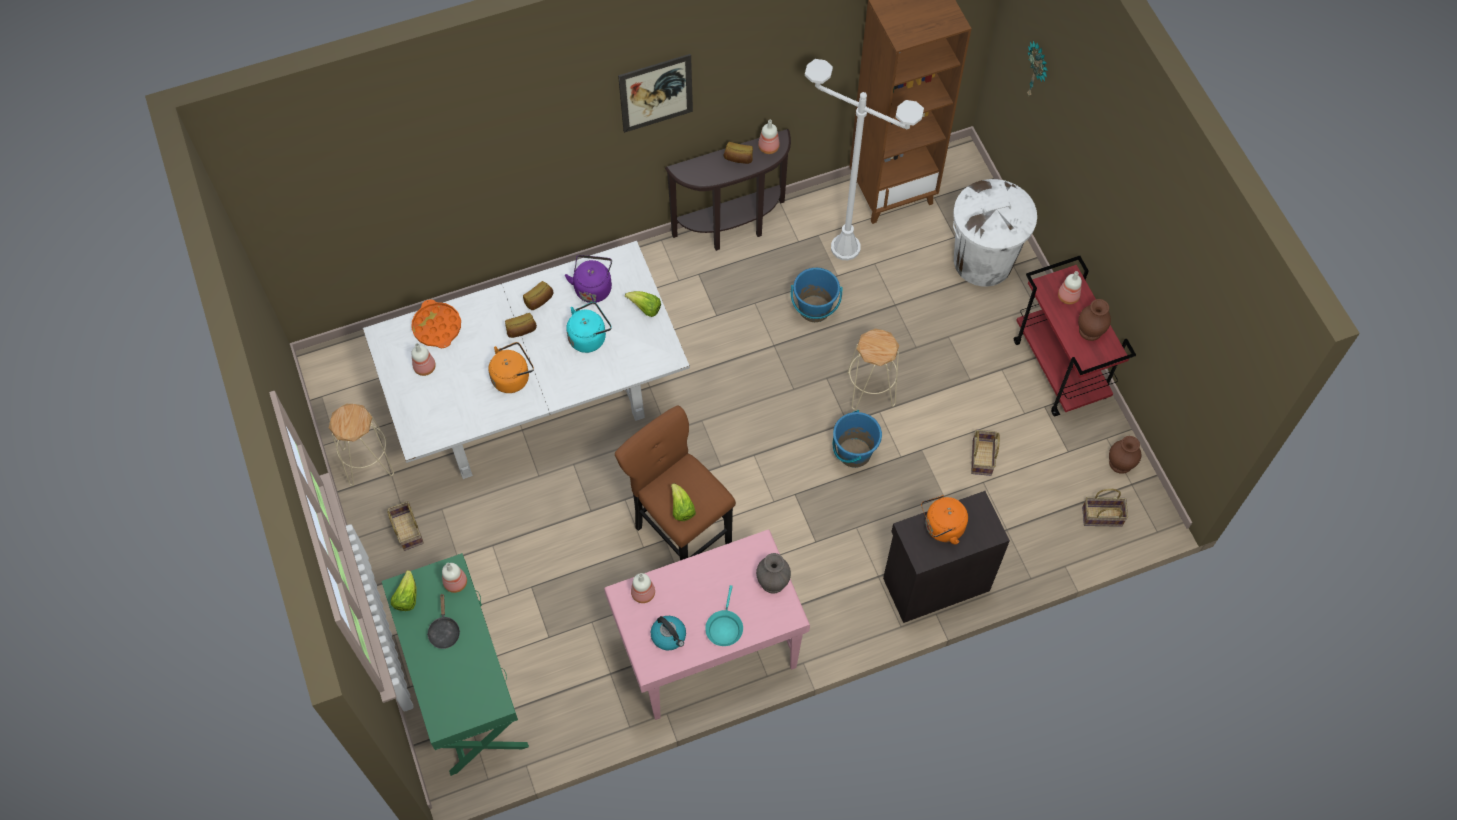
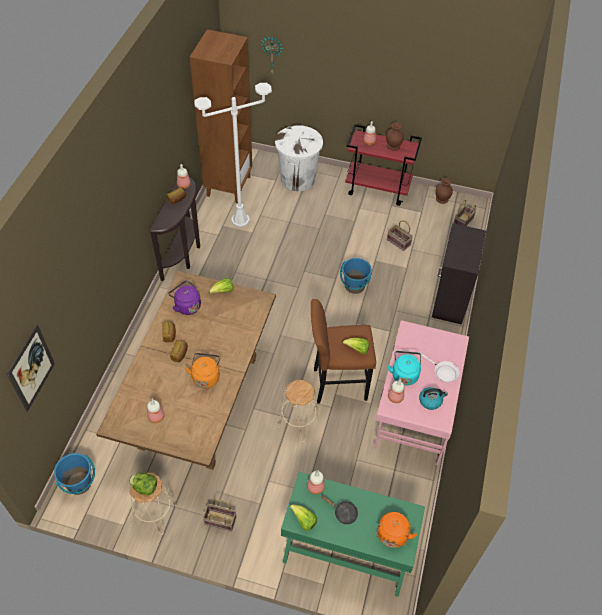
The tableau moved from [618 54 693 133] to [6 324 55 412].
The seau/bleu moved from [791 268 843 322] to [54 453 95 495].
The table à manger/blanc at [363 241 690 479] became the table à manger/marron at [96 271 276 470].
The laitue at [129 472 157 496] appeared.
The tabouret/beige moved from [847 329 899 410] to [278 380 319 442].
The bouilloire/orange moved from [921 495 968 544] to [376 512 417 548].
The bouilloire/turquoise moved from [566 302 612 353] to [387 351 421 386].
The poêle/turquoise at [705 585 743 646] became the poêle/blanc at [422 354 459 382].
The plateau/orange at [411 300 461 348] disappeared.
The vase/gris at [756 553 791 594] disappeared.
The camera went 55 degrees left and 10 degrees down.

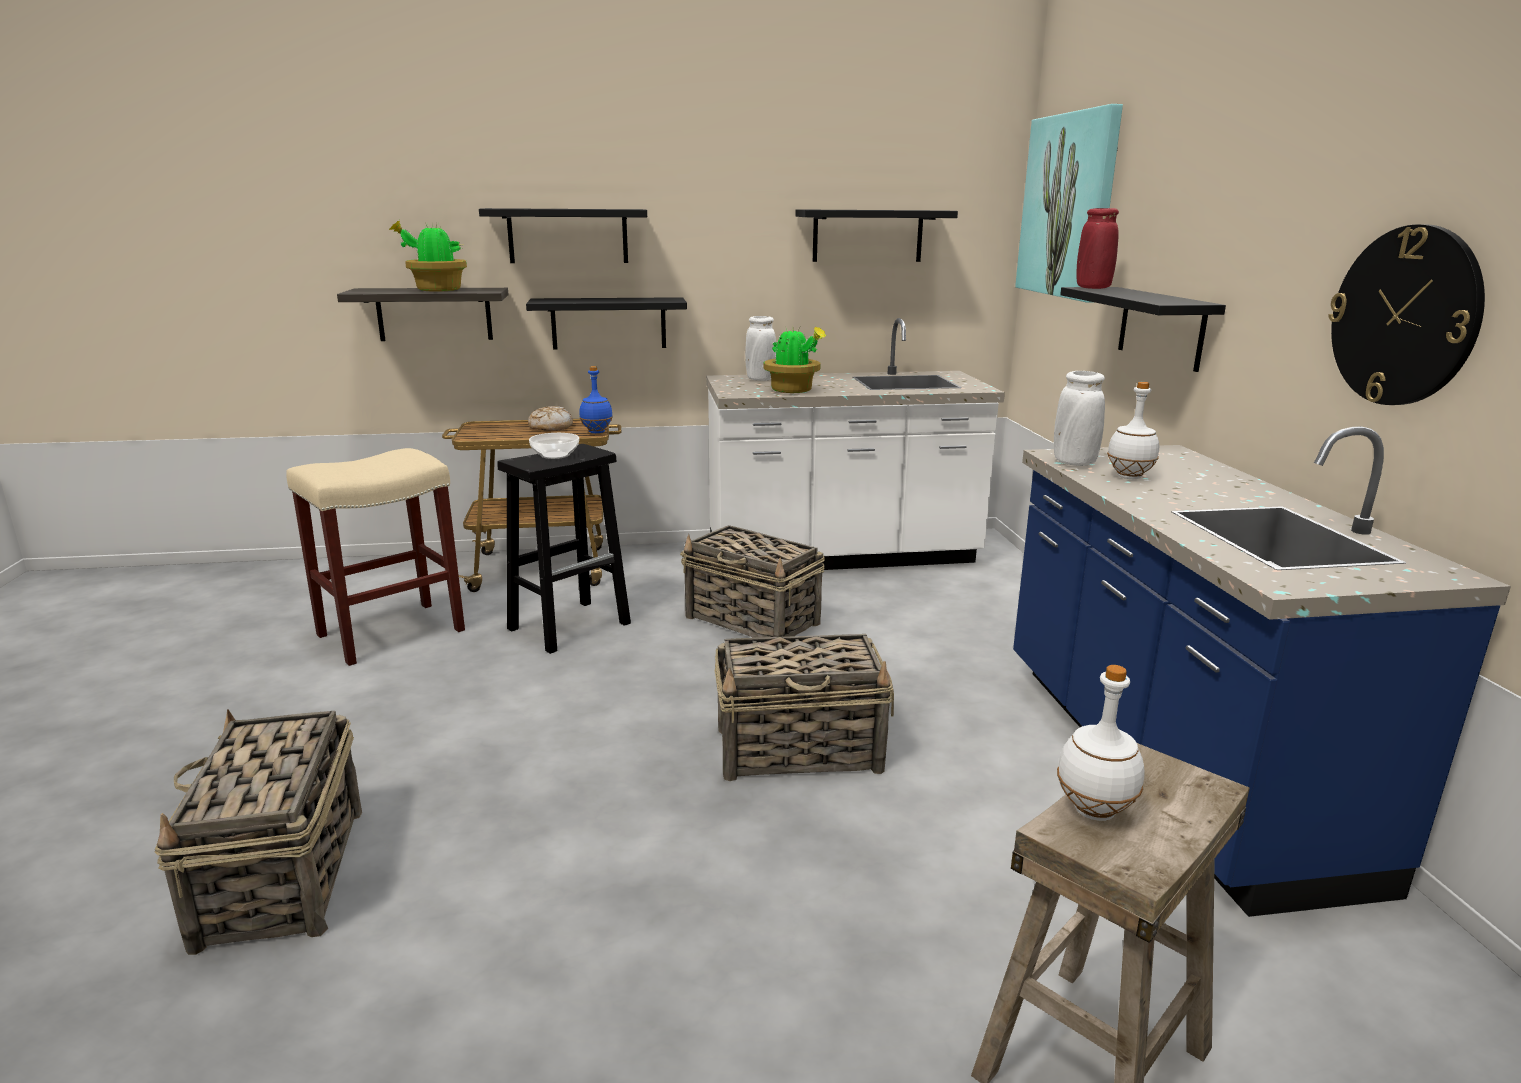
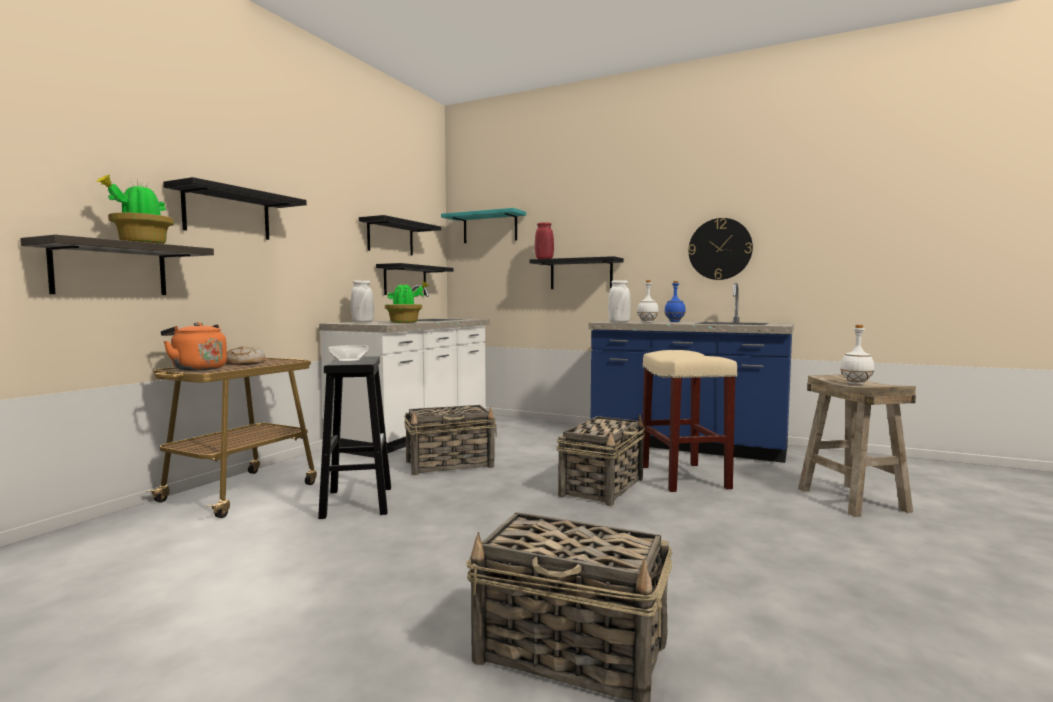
The bouilloire/orange at [161 322 227 371] appeared.
The étagère/noir moved from [526 297 687 350] to [376 263 454 295].
The tableau at [1015 104 1123 303] was replaced by the étagère/turquoise at [441 208 526 243].
The tabouret/beige moved from [286 448 465 666] to [643 350 737 492].
The bouteille/bleu moved from [579 366 613 433] to [665 281 686 322].
The camera went 55 degrees left and 15 degrees down.

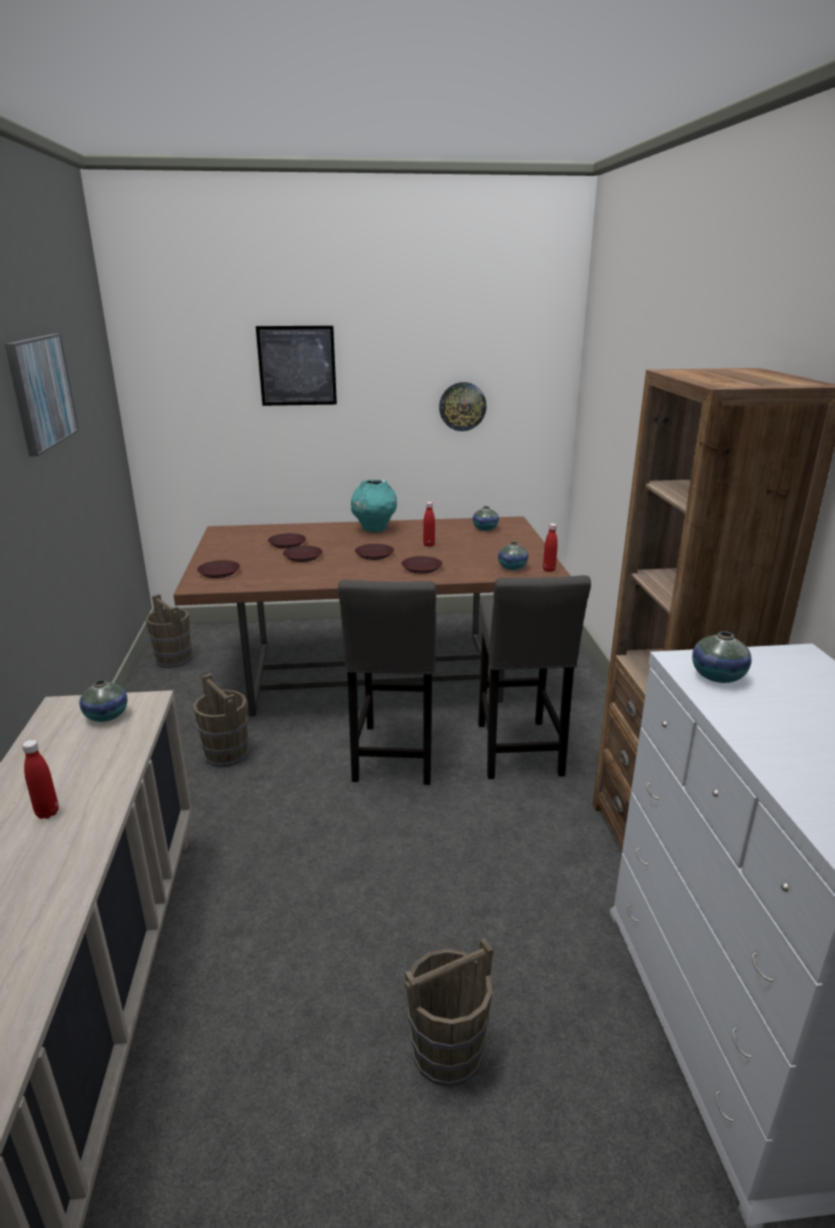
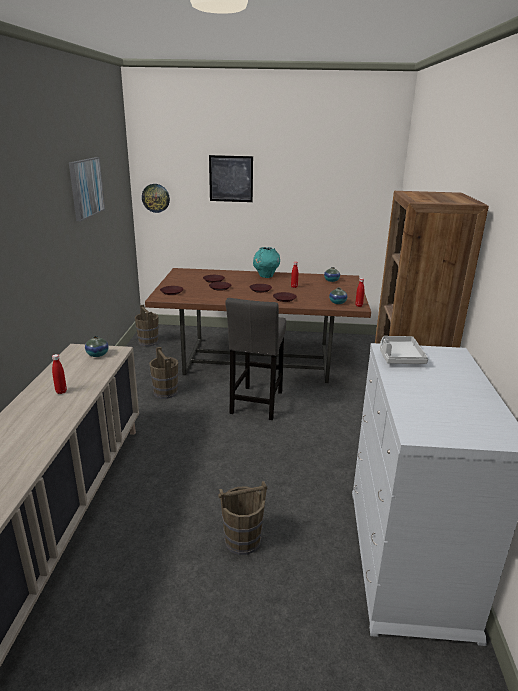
The horloge murale moved from [439 382 487 431] to [142 184 170 213].
The vase at [692 631 752 683] was replaced by the plateau/gris at [380 336 428 364].
The tabouret/gris at [478 575 591 779] disappeared.
The camera went 10 degrees right and 0 degrees up.

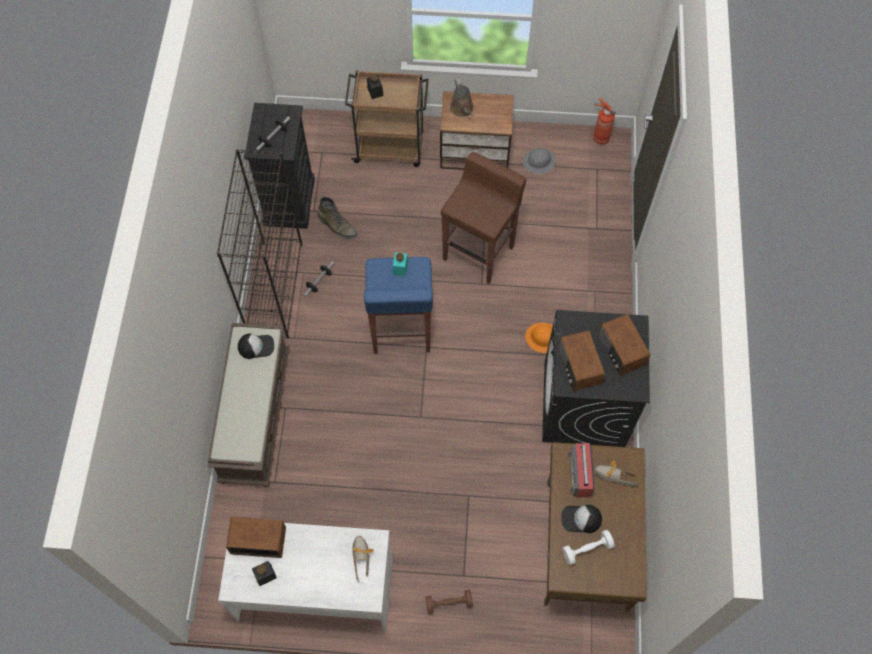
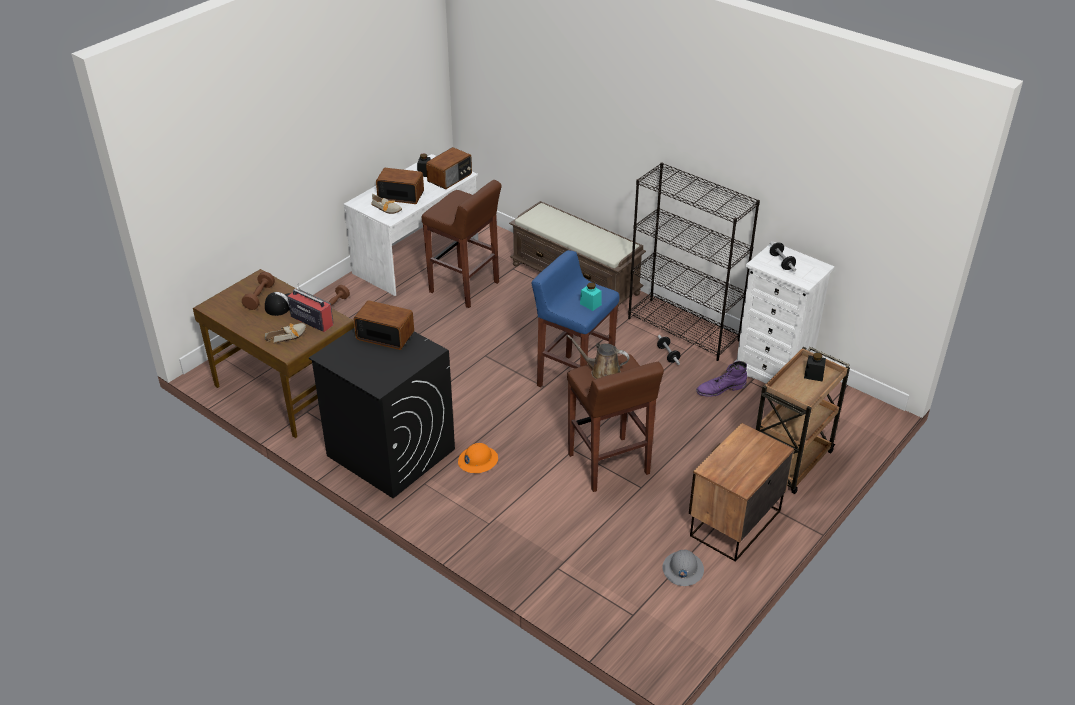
The haltère/blanc at [562 530 615 565] became the haltère/marron at [242 272 275 310].
The radio moved from [598 314 650 376] to [376 168 424 204].
The tabouret/marron at [422 180 502 308] appeared.
The arrosoir/marron moved from [450 79 474 117] to [567 335 630 379].
The botte/vert at [318 197 357 239] became the botte/violet at [696 361 747 397].
The commode/noir at [244 103 315 229] became the commode/blanc at [734 242 835 383].
The casquette at [238 334 274 359] disappeared.
The extincteur at [593 98 616 145] disappeared.
The camera went 125 degrees right and 25 degrees down.

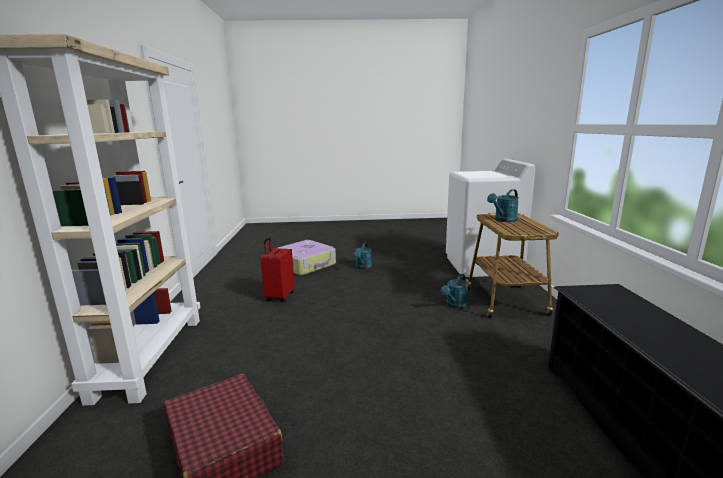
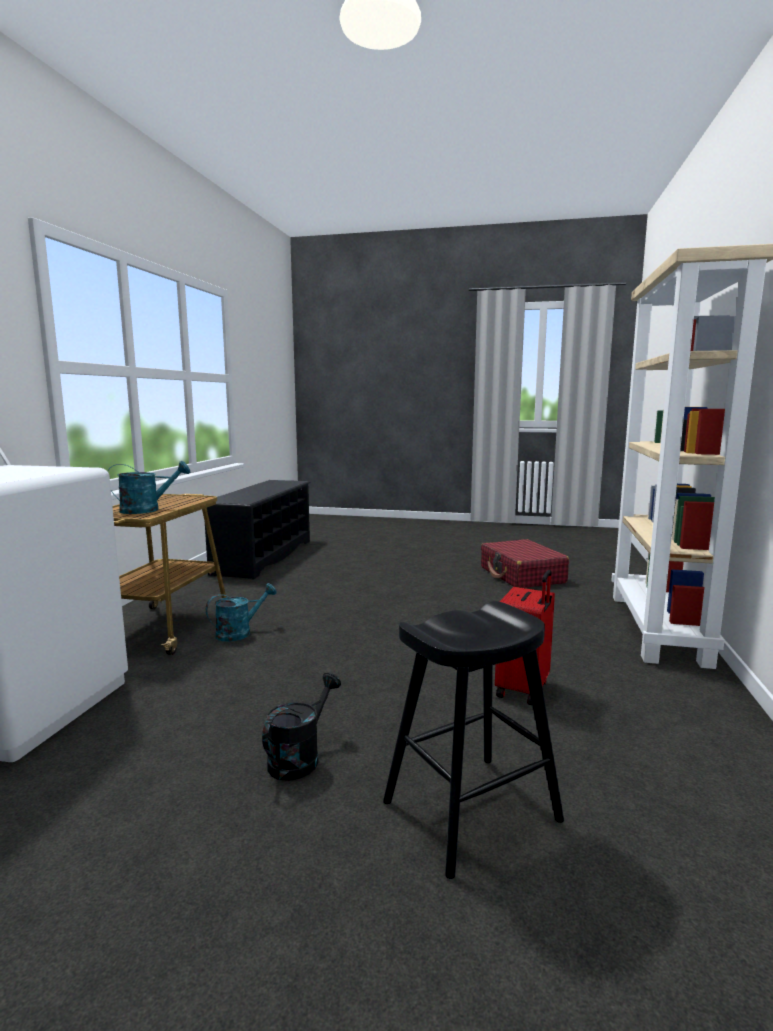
The arrosoir/turquoise at [354 243 372 269] became the arrosoir/noir at [262 673 341 781].
The valise at [278 240 336 275] was replaced by the tabouret/noir at [383 601 564 879].
The camera went 165 degrees left and 5 degrees down.

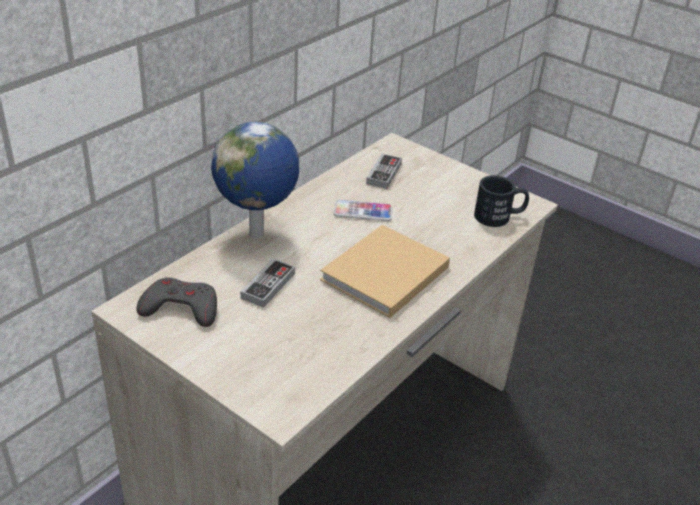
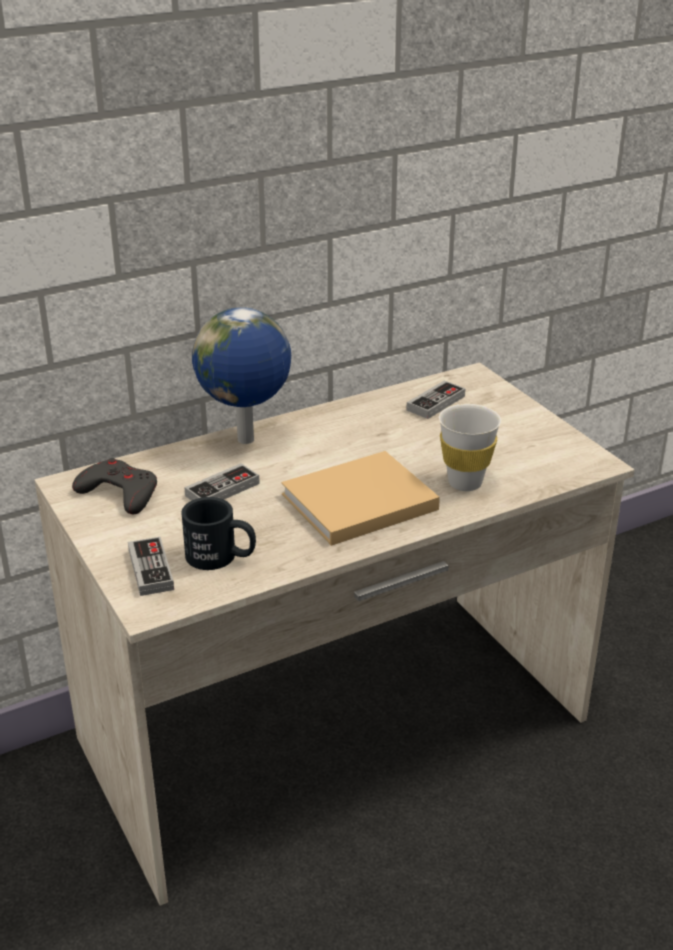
The manette at [128 537 174 596] appeared.
The mug/noir moved from [474 175 529 227] to [181 497 256 570].
The tasse/blanc at [439 404 501 491] appeared.
The téléphone at [334 199 393 221] disappeared.
The camera went 25 degrees right and 5 degrees down.

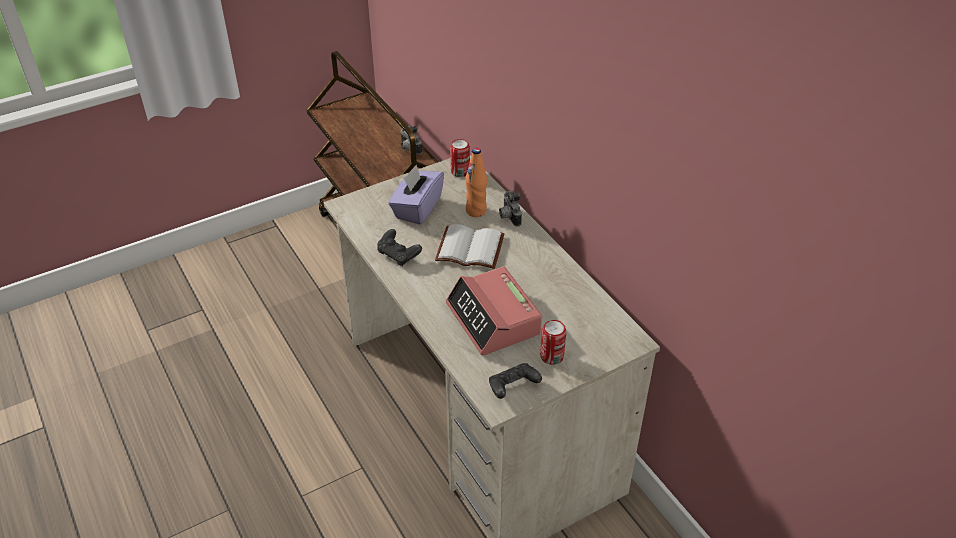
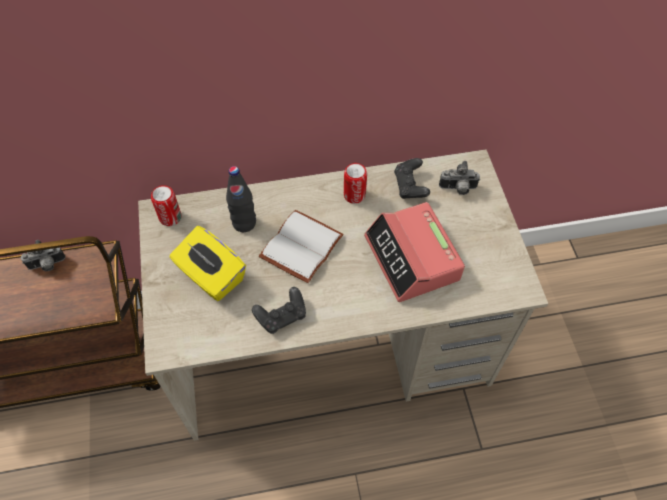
The boîte à mouchoirs/violet at [389 165 444 225] became the boîte à mouchoirs/jaune at [170 226 246 301].
The bouteille/orange at [465 148 487 217] became the bouteille/noir at [226 166 256 232].
The boîte métallique moved from [540 320 566 365] to [344 163 367 204].
The réveil at [446 266 542 356] turned 75 degrees clockwise.
The manette/noir moved from [489 363 542 399] to [394 158 430 199].
The appareil photo moved from [499 191 522 227] to [439 161 480 195].
The camera went 70 degrees left and 15 degrees up.

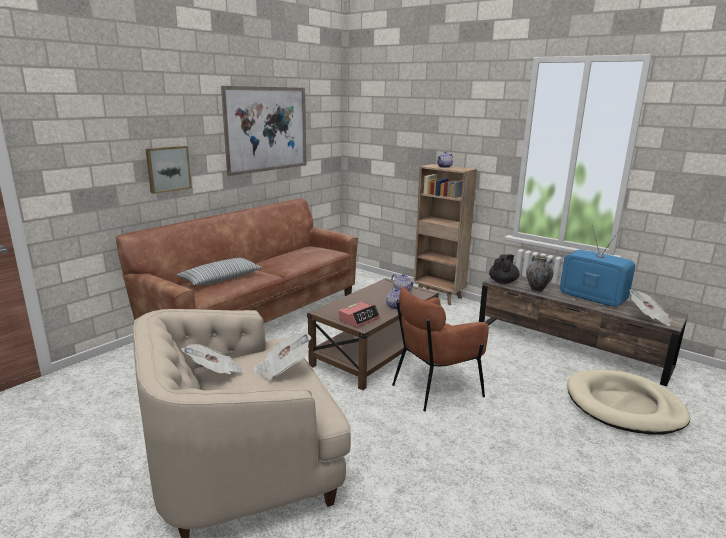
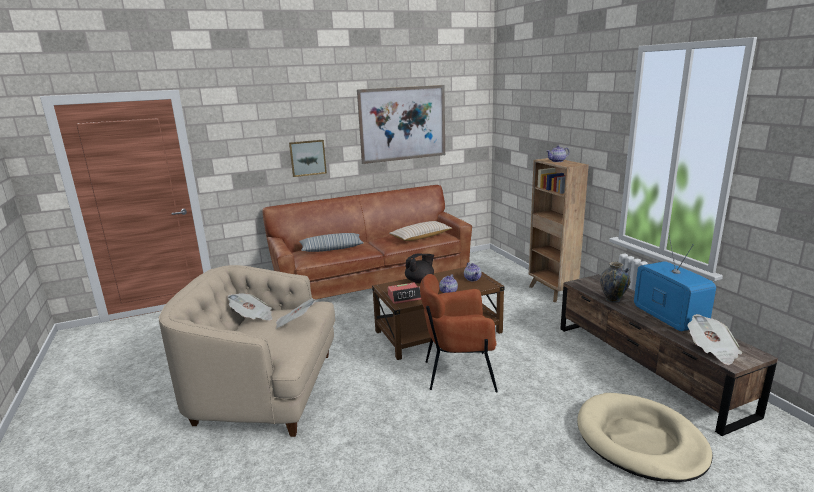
The coussin/beige at [389 221 452 241] appeared.
The théière/noir moved from [489 254 520 284] to [405 253 434 283].
The camera went 30 degrees right and 0 degrees up.

